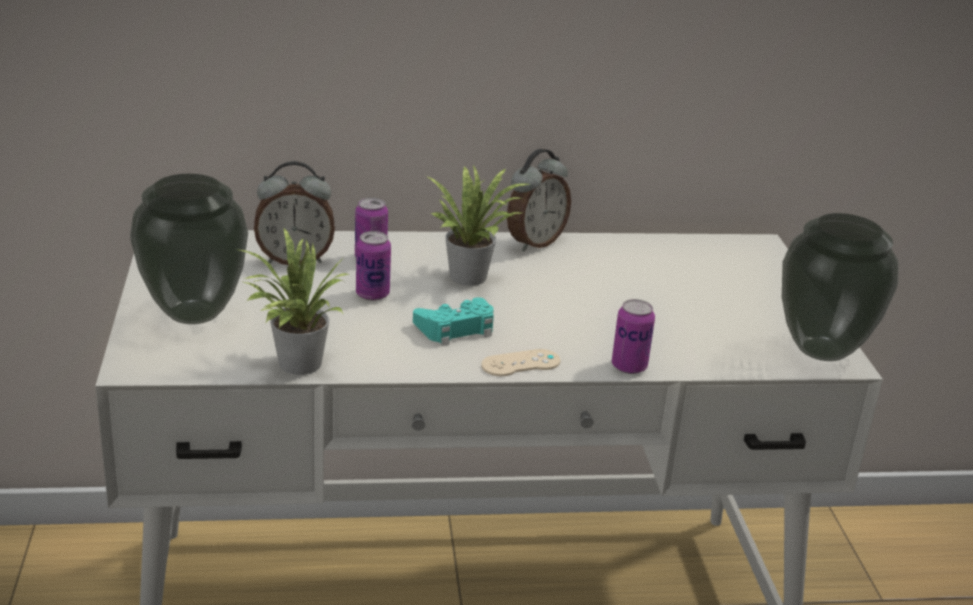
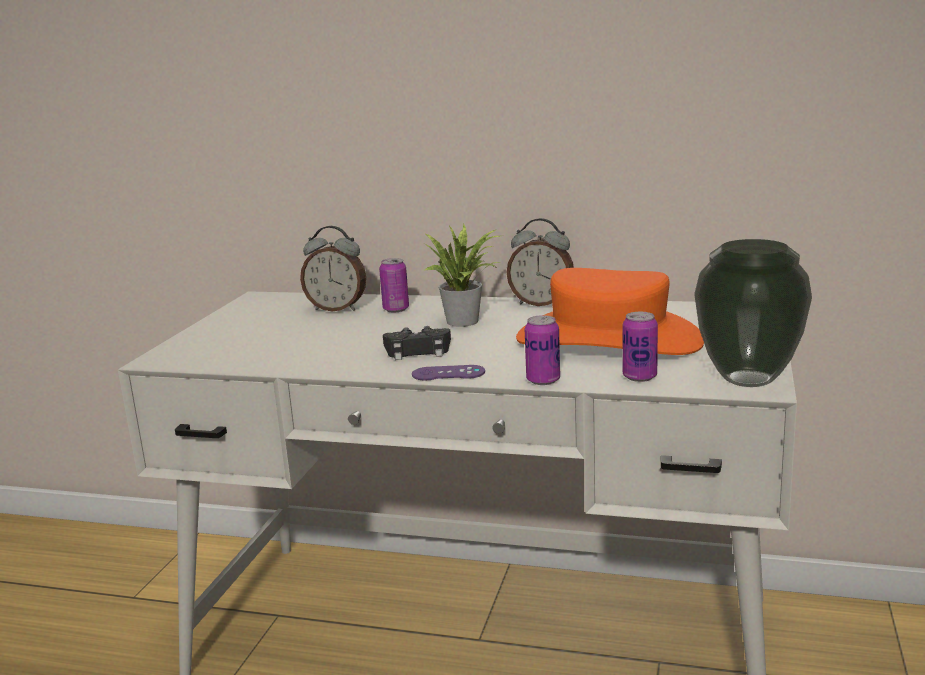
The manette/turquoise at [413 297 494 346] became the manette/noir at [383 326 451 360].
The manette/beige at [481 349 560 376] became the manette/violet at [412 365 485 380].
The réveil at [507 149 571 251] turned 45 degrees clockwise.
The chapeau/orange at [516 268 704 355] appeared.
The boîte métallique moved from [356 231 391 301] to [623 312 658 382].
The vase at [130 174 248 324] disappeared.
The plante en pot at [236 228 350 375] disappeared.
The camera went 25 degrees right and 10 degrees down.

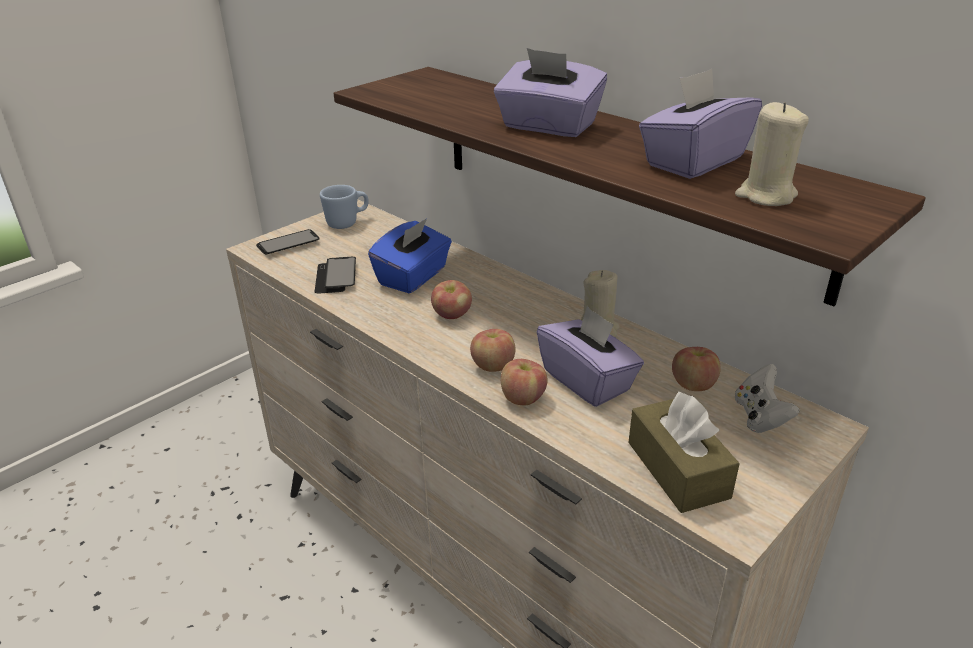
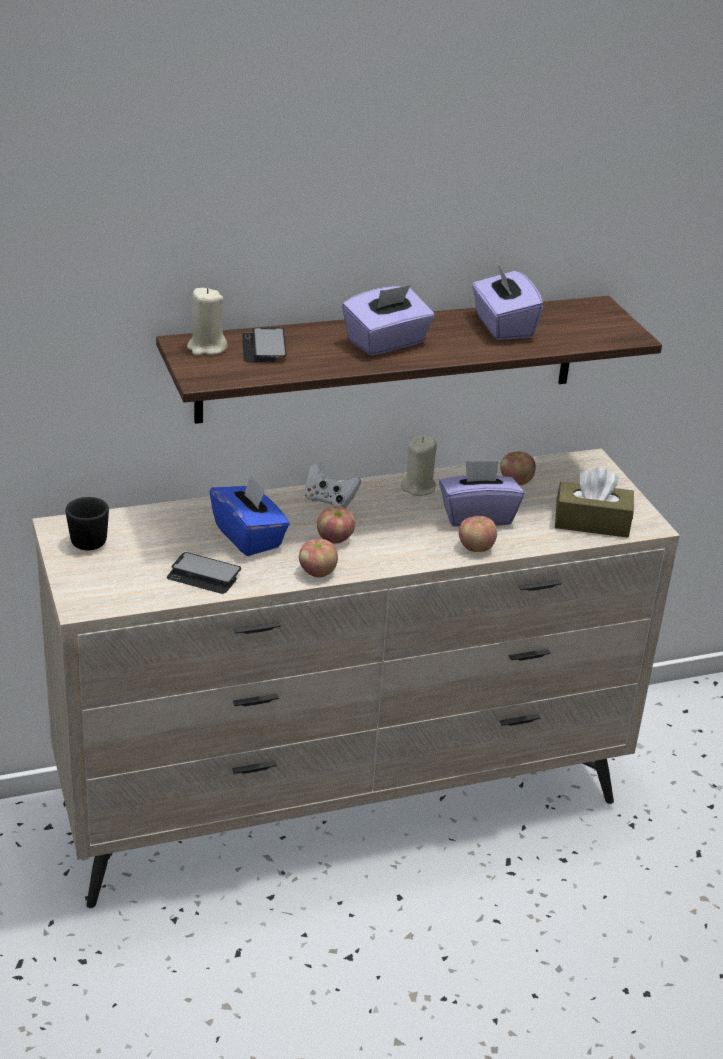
The mug/bleu at [320 185 369 229] became the mug/noir at [66 497 109 550].
The bougie/beige moved from [735 102 809 206] to [187 288 228 356].
The téléphone moved from [256 229 320 254] to [242 327 287 362].
The pomme moved from [470 329 515 372] to [299 539 338 578].
The manette/blanc moved from [735 364 800 433] to [305 464 361 508].
The camera went 65 degrees left and 0 degrees up.

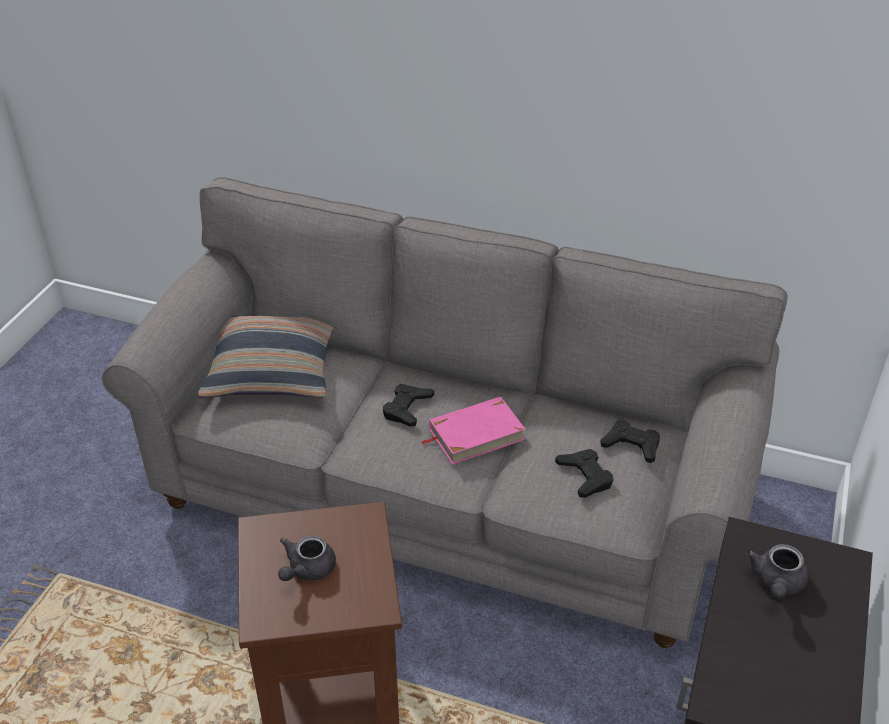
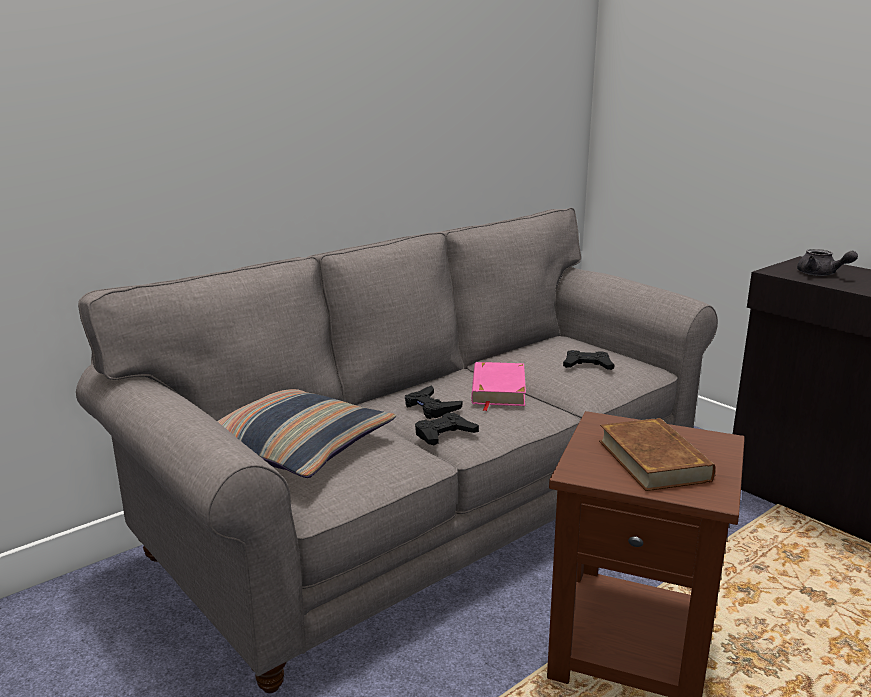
The manette/noir moved from [600 420 660 463] to [415 413 479 445].
The théière/gris at [278 536 336 581] was replaced by the livre/marron at [599 418 715 491].
The camera went 60 degrees left and 20 degrees down.

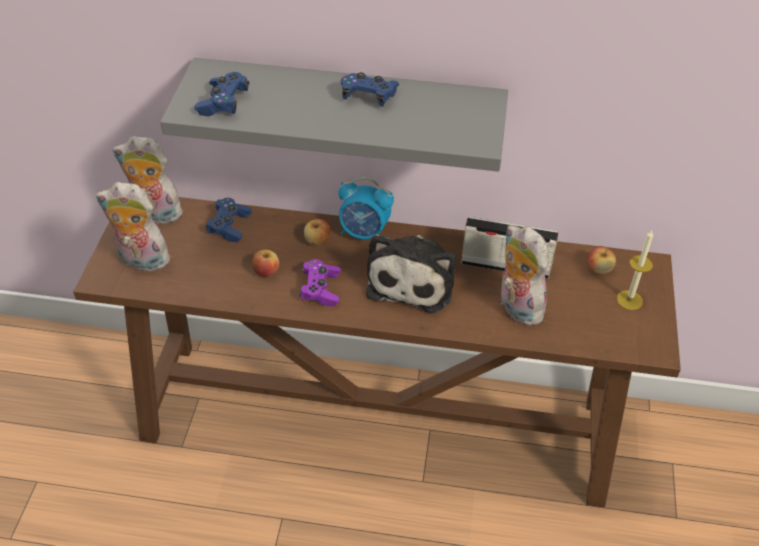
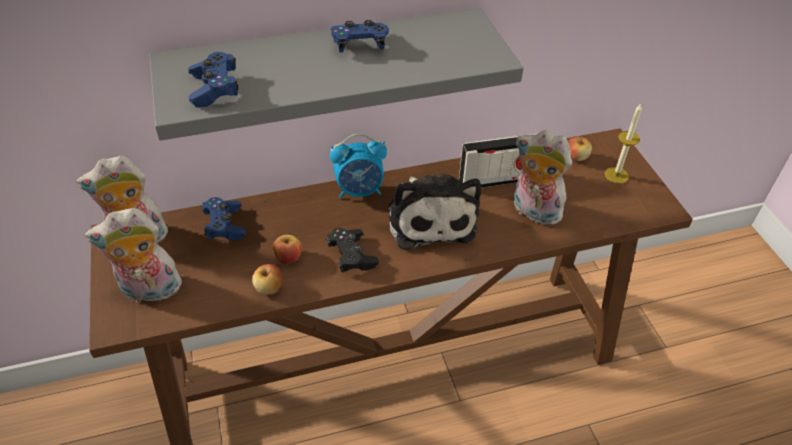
The pomme moved from [304 219 331 246] to [252 264 282 295].
The manette/violet at [299 259 341 306] became the manette/noir at [326 228 379 273].
The camera went 25 degrees left and 0 degrees up.

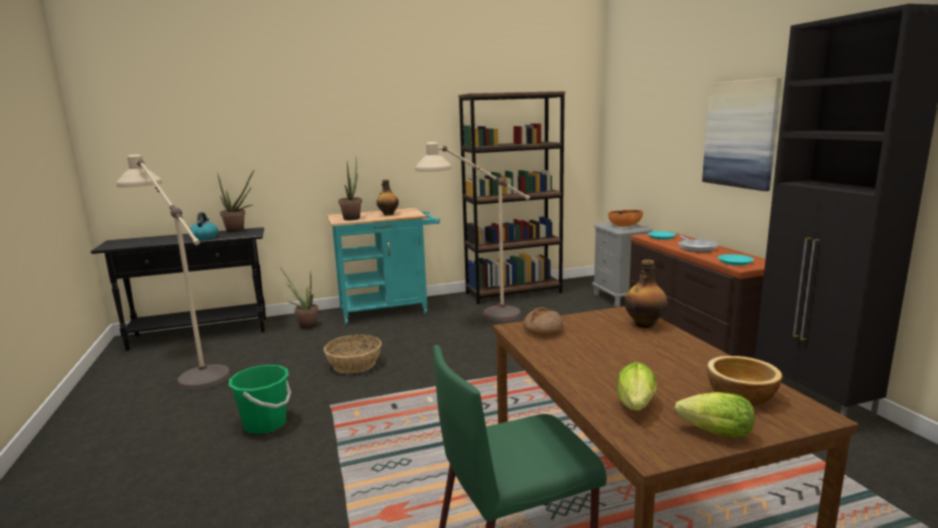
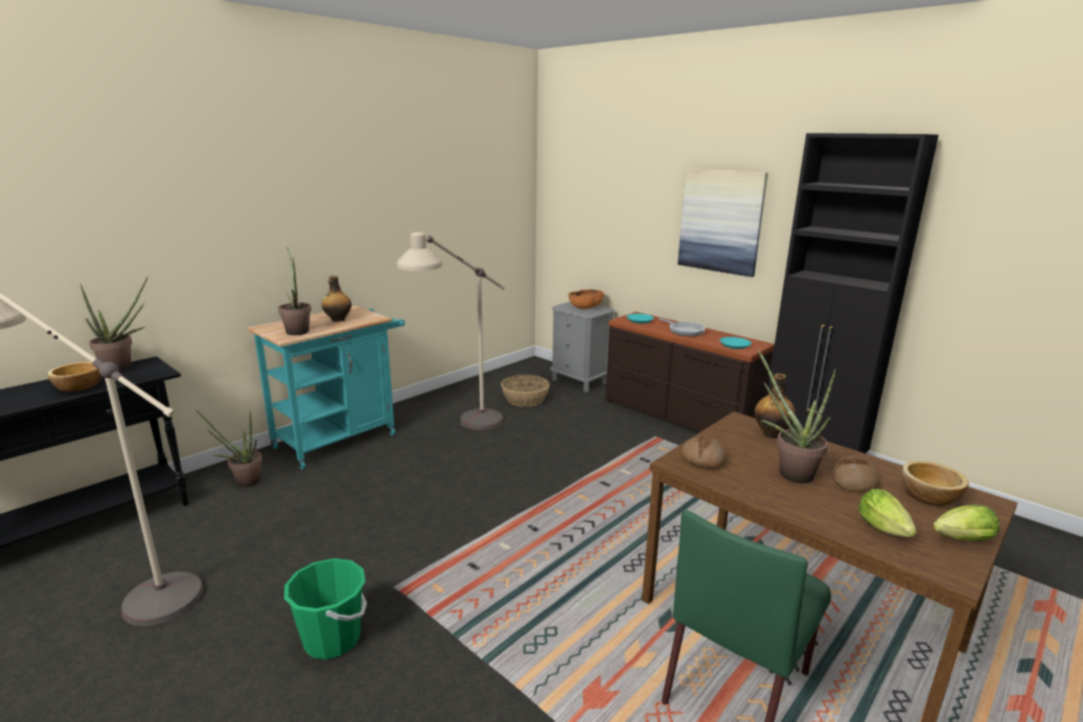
The bouilloire at [190 212 218 240] was replaced by the bol at [47 362 102 392].
The panier moved from [324 334 381 373] to [501 375 550 407].
The plante en pot at [758 350 836 483] appeared.
The pain at [833 456 880 492] appeared.
The bibliothèque/marron at [458 91 565 304] disappeared.
The camera went 30 degrees left and 5 degrees up.

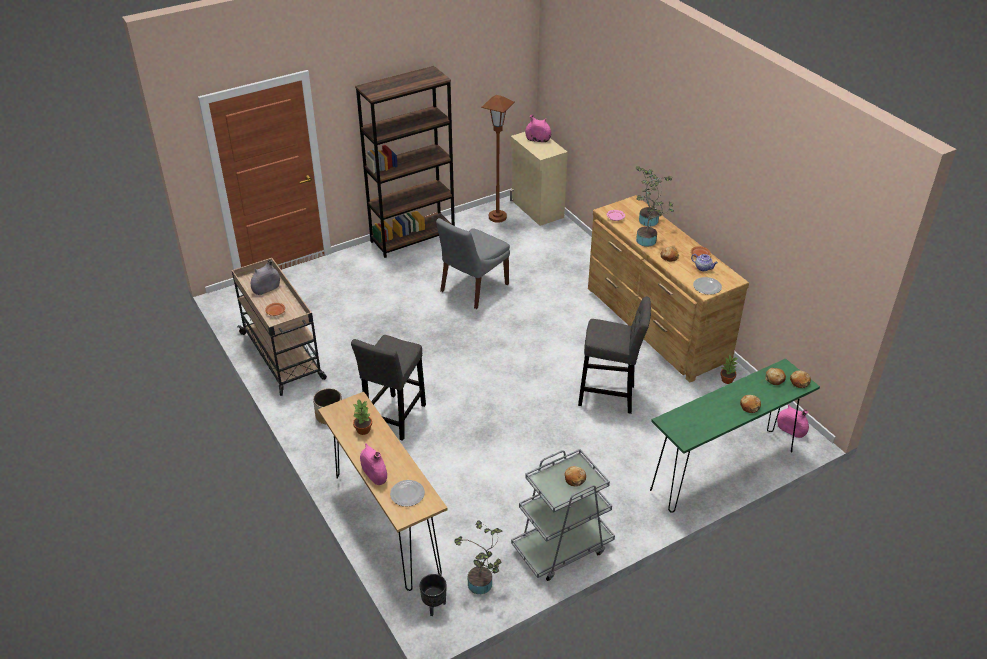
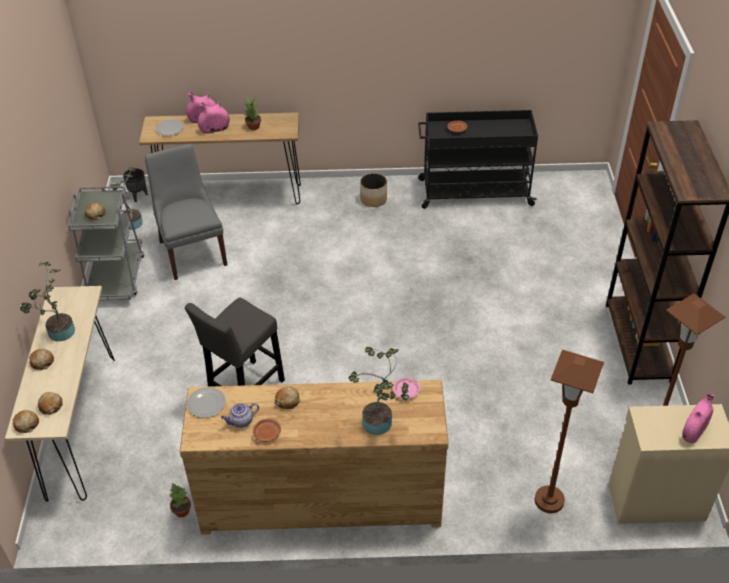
The table console/vert at [650 359 820 513] became the table console/beige at [5 286 115 502].
The plante en pot moved from [636 180 674 247] to [20 262 75 341].
The chaise/gris moved from [436 218 510 309] to [145 144 227 280].
The vase/rose moved from [777 404 809 438] to [198 102 230 134].
The chariot/beige at [232 258 327 396] became the chariot/noir at [418 110 538 209].
The lampadaire/marron at [535 350 604 513] appeared.
The vase/gris at [251 260 280 295] disappeared.
The tabouret/gris at [351 335 426 441] disappeared.
The camera went 120 degrees right and 5 degrees up.

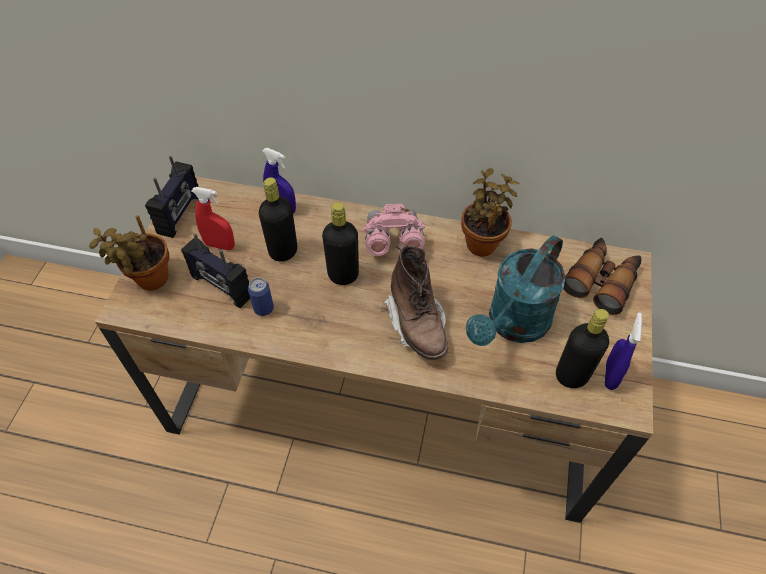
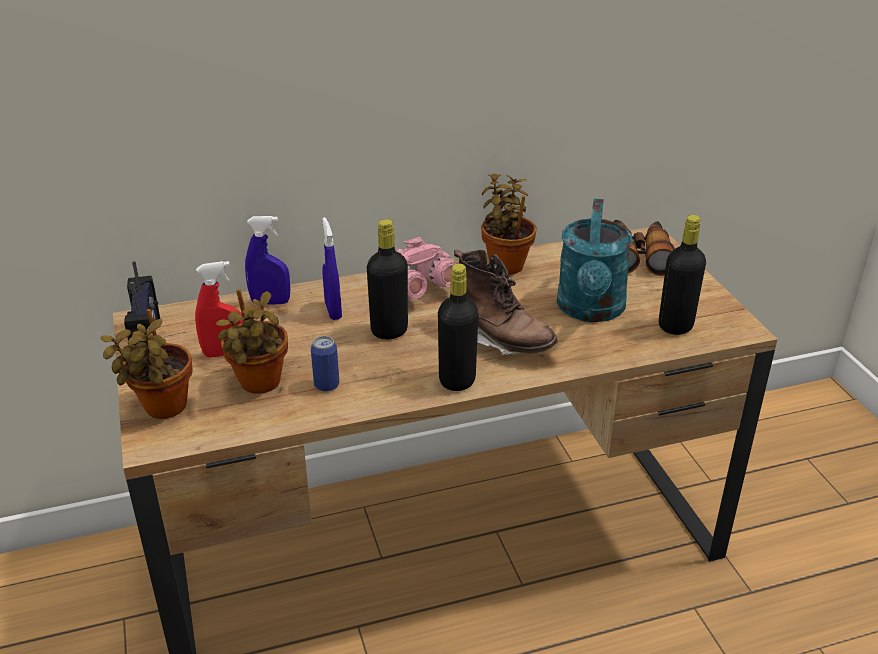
The radio at [181 233 250 308] was replaced by the plante en pot at [216 289 288 394].
The vaporisateur/bleu moved from [605 313 642 390] to [322 217 342 320].
The bouteille/noir moved from [259 177 297 262] to [438 264 479 391].
The camera went 30 degrees left and 20 degrees down.

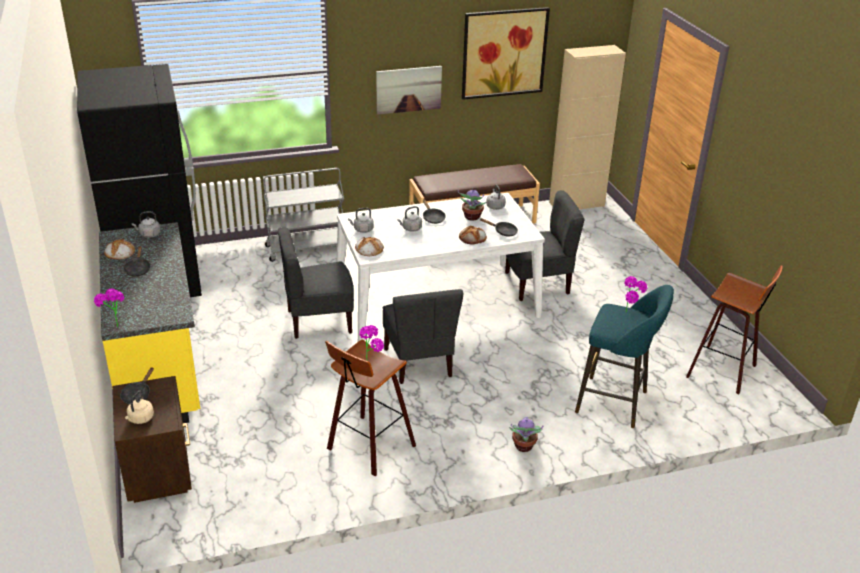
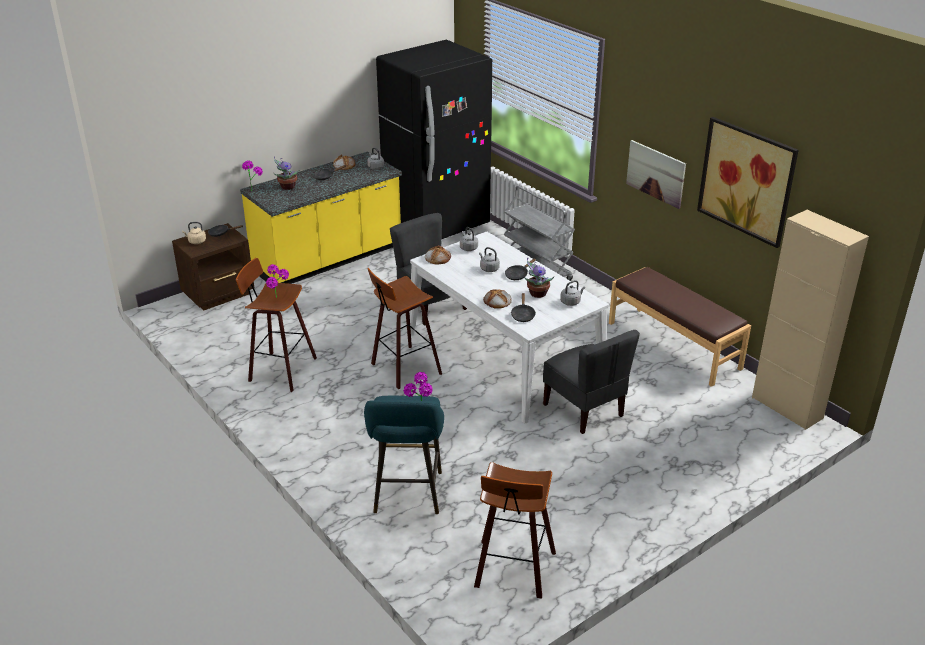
The plante en pot moved from [509 417 544 452] to [274 156 299 190].
The chaise/gris at [383 289 463 384] was replaced by the tabouret at [367 268 442 389].
The camera went 70 degrees right and 0 degrees up.

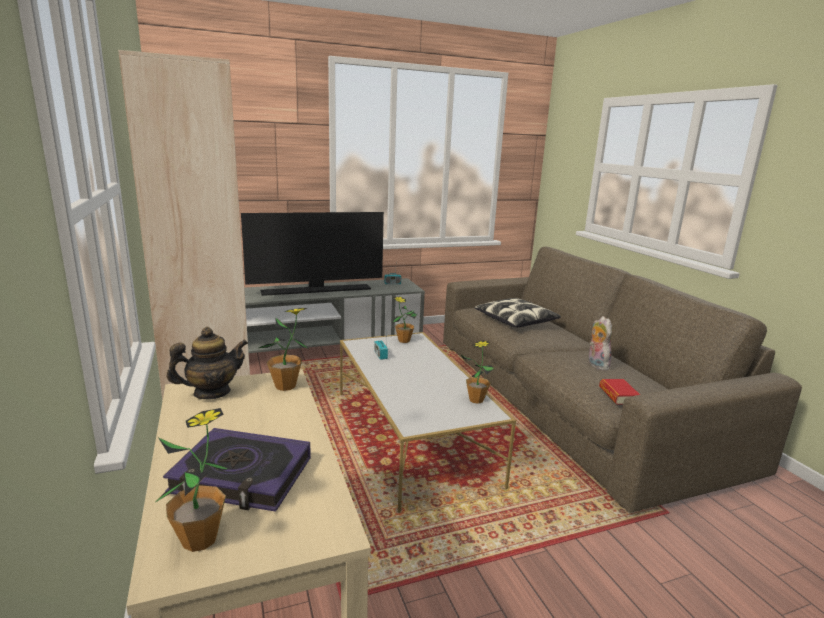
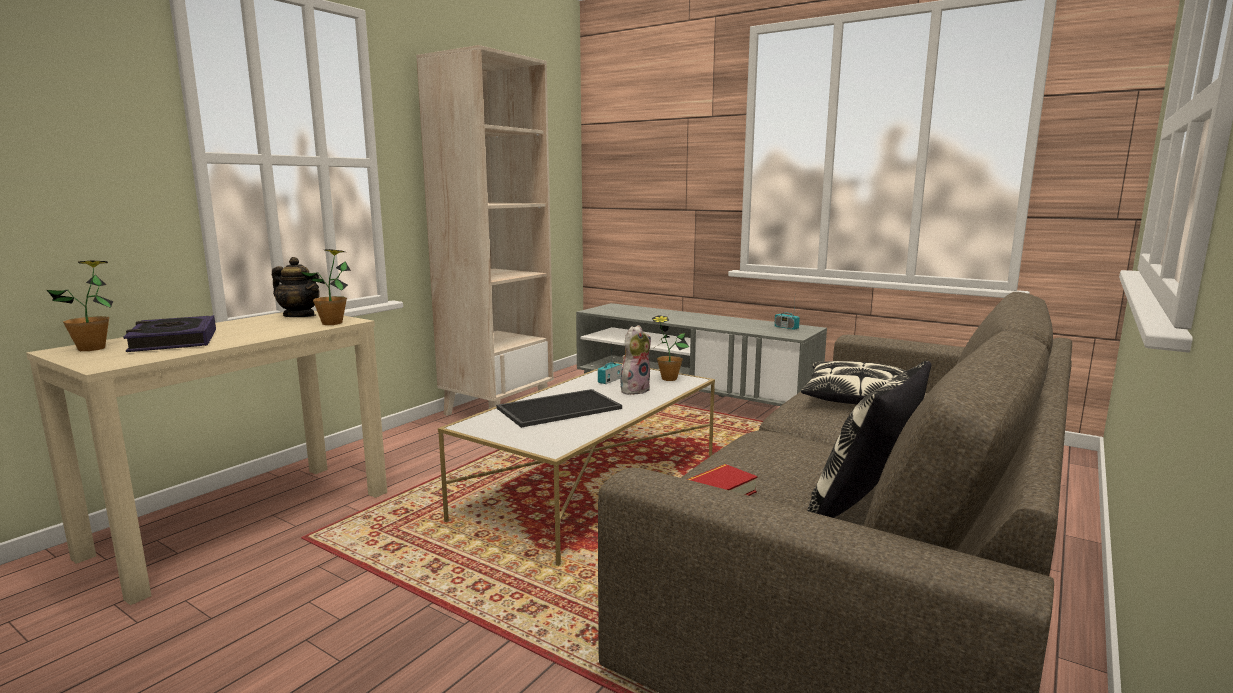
The plateau at [496 389 622 428] appeared.
The peluche moved from [589 316 612 371] to [620 325 651 395].
The coussin at [807 361 932 518] appeared.
The téléviseur at [241 212 384 296] disappeared.
The plante en pot at [461 340 494 404] disappeared.
The camera went 55 degrees right and 5 degrees down.

